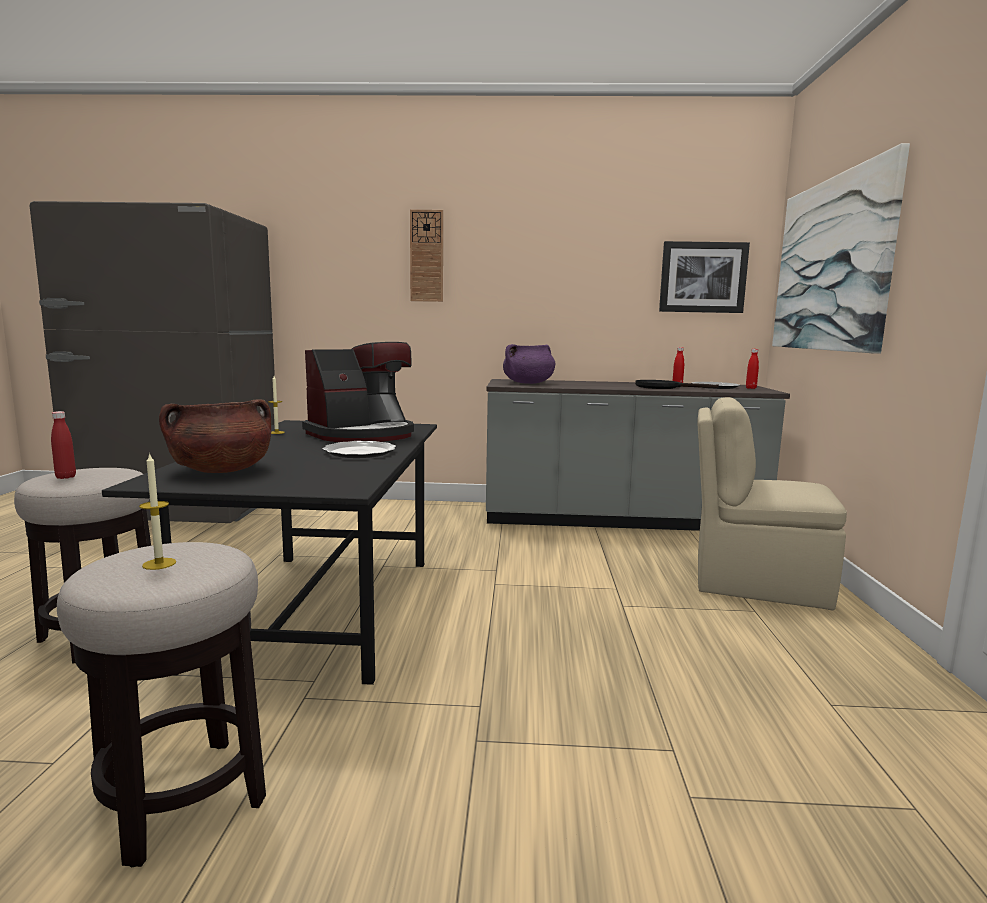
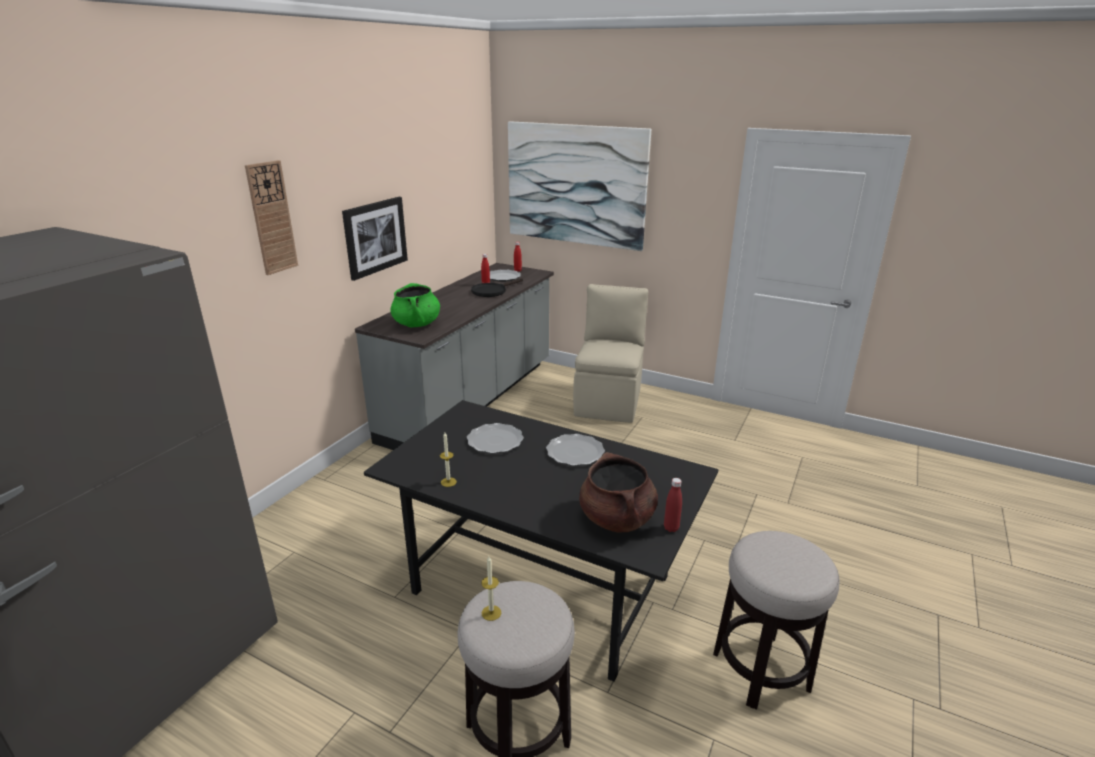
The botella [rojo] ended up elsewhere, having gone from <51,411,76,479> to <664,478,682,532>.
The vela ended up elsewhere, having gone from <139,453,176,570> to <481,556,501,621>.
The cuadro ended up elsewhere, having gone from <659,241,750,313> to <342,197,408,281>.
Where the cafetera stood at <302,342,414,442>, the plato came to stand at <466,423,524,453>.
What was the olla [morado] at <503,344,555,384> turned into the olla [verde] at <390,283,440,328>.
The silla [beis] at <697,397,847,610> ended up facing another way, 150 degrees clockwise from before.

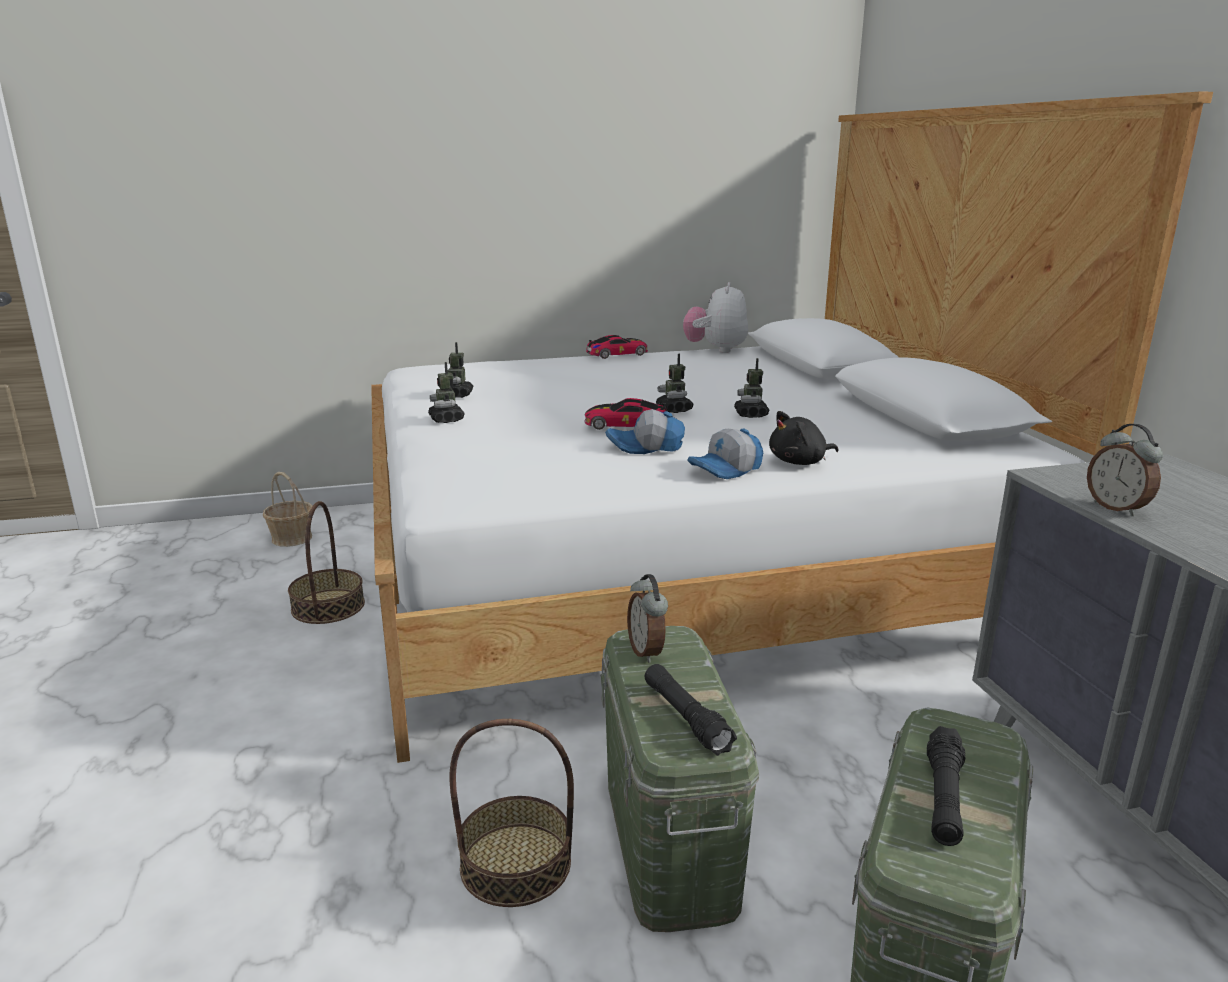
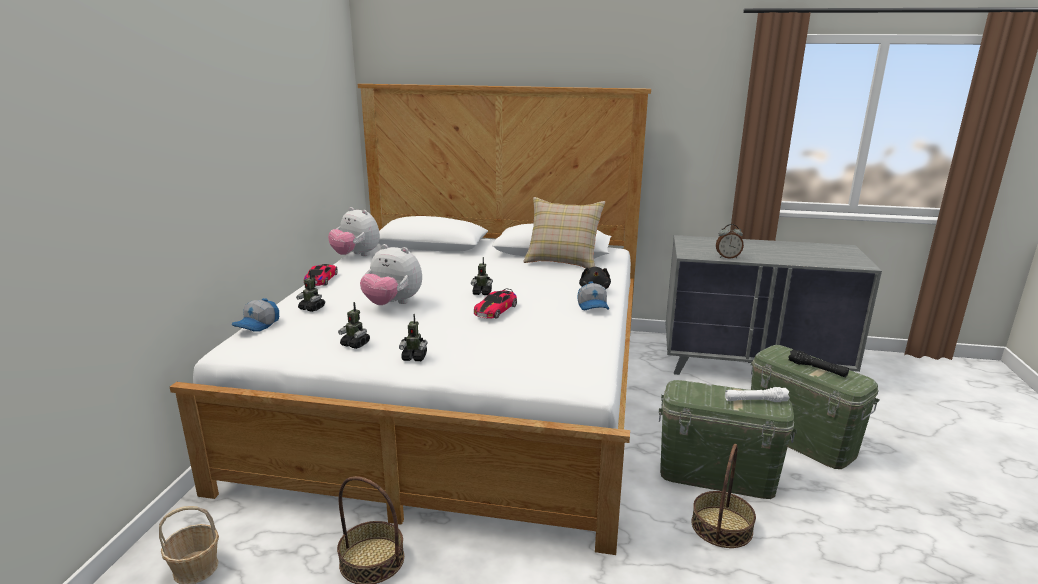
The second view lost the despertador at <627,574,668,663>.
The second view gained the peluche at <360,244,422,305>.
The second view gained the cojín [beis] at <523,197,605,268>.
The gorra ended up elsewhere, having gone from <605,409,685,454> to <232,298,279,332>.
The robot de juguete ended up elsewhere, having gone from <734,358,769,418> to <296,271,325,312>.
What was the linterna [negro] at <645,664,737,756> turned into the linterna [blanco] at <725,387,790,402>.

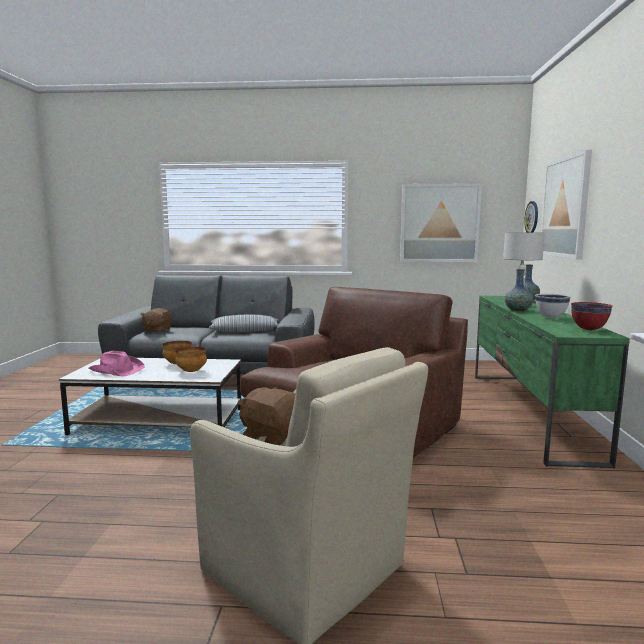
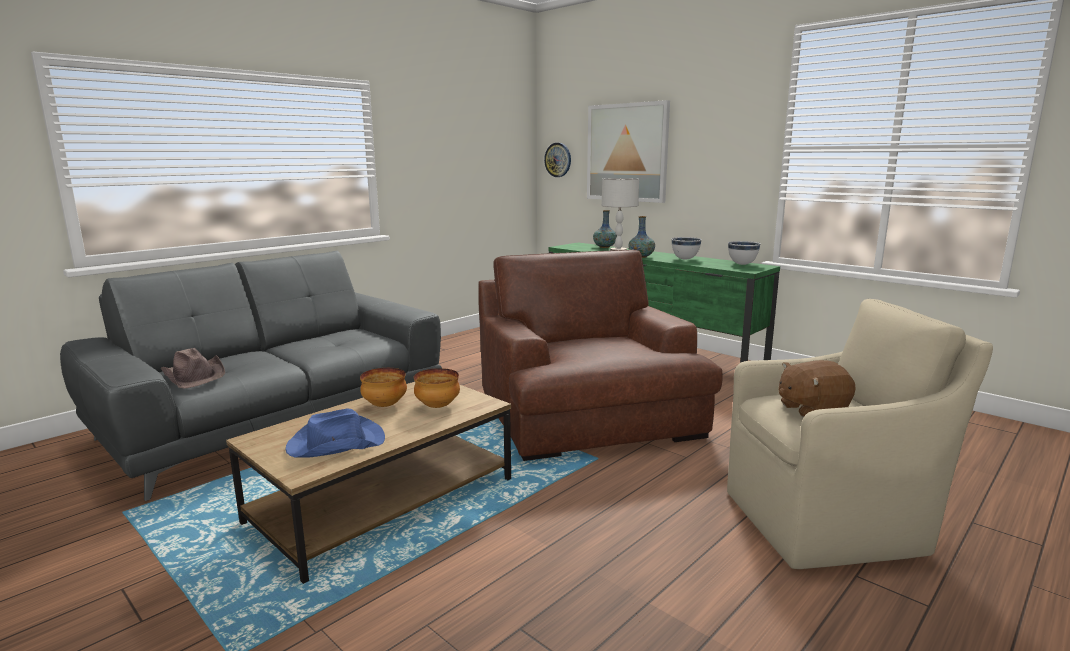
The second view lost the cojín at <209,315,279,332>.
The second view lost the cuadro at <400,183,482,262>.
Where the peluche [marrón] stood at <140,308,171,333>, the sombrero [marrón] came to stand at <161,348,226,389>.
What was the mesa de centro [blanco] at <59,358,241,435> turned into the mesa de centro [marrón] at <226,382,511,584>.
What was the sombrero [rosa] at <88,351,145,376> turned into the sombrero [azul] at <285,409,385,457>.
What was the cuenco [rojo] at <571,302,612,330> turned into the cuenco [blanco] at <728,241,761,265>.

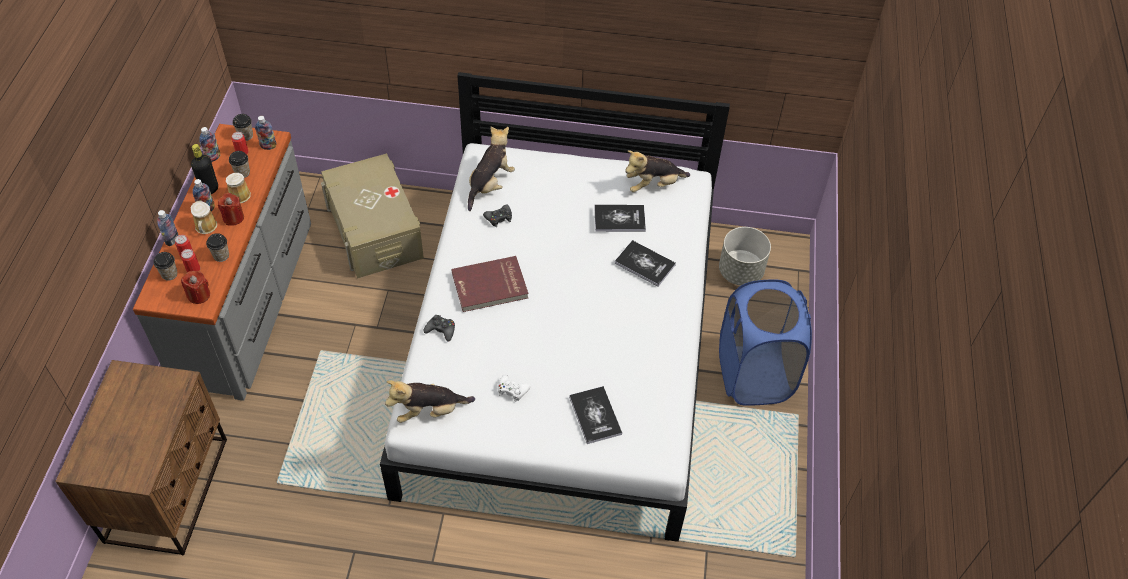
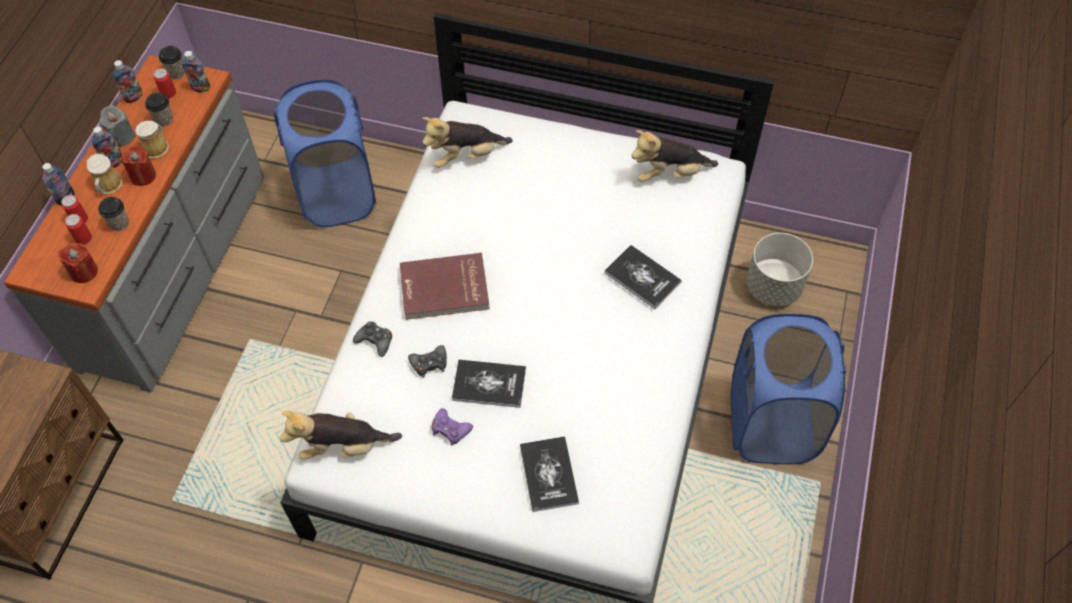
The second view lost the taza at <153,252,177,281>.
The mando de consola [negro] ended up elsewhere, having gone from <483,205,512,227> to <408,345,447,378>.
The libro ended up elsewhere, having gone from <594,205,646,232> to <452,360,526,408>.
Where the botella [negro] stood at <191,144,218,194>, the vela [gris] came to stand at <99,105,136,147>.
Where the caja de almacenaje [beis] stood at <321,153,424,279>, the cesto de la ropa [azul] came to stand at <274,79,376,227>.
What was the mando de consola [blanco] at <498,375,531,402> turned into the mando de consola [morado] at <431,408,473,446>.
The peluche at <468,127,515,211> ended up facing another way, 150 degrees counterclockwise from before.

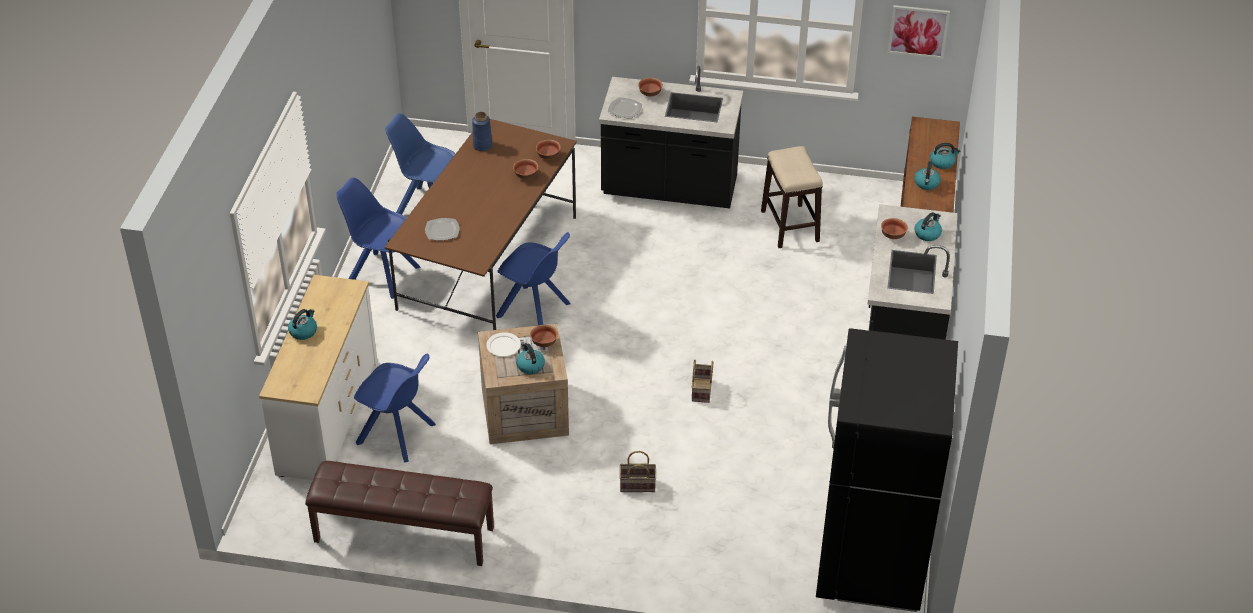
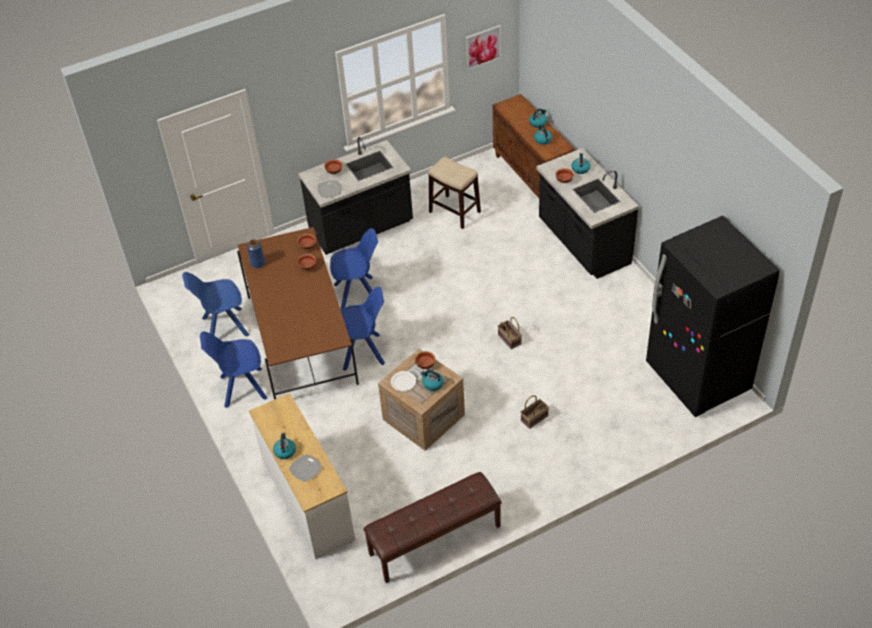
The silla [azul] ended up elsewhere, having gone from <354,354,436,463> to <330,228,378,309>.
The plato ended up elsewhere, having gone from <425,218,460,240> to <289,454,322,482>.

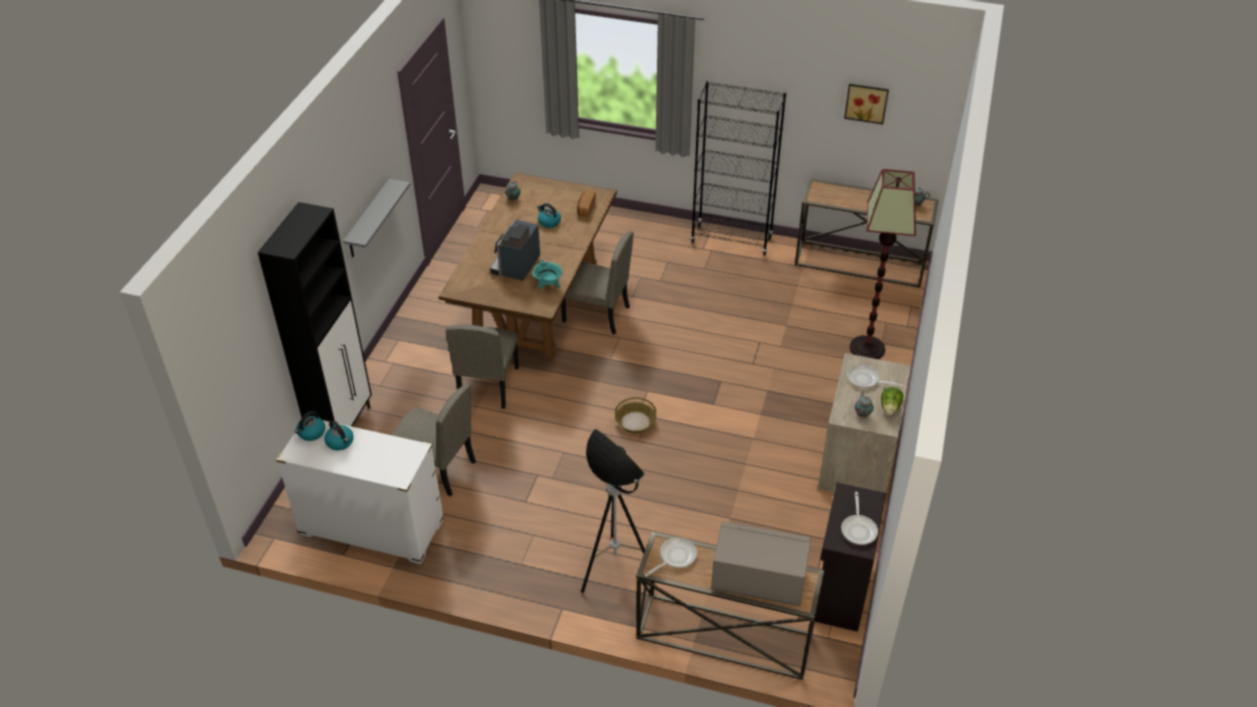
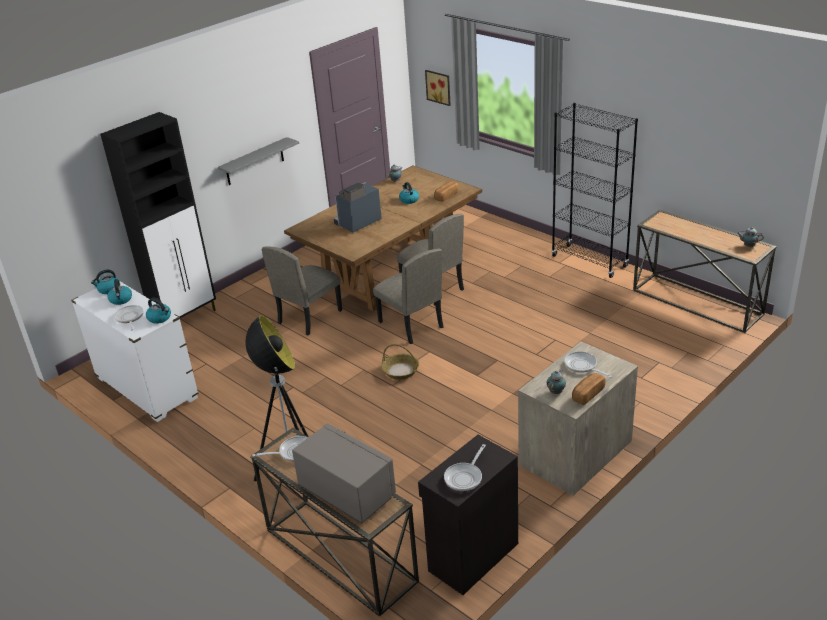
The second view lost the olla [turquesa] at <532,259,563,288>.
The second view lost the lámpara de pie at <850,169,916,359>.
The second view gained the sartén at <114,305,144,331>.
The second view gained the hervidor at <146,298,171,324>.
The silla [beis] ended up elsewhere, having gone from <391,384,476,496> to <373,249,444,344>.
The cuadro ended up elsewhere, having gone from <844,84,889,125> to <425,70,451,106>.
Where the lechuga stood at <881,387,904,415>, the pan came to stand at <572,373,606,405>.

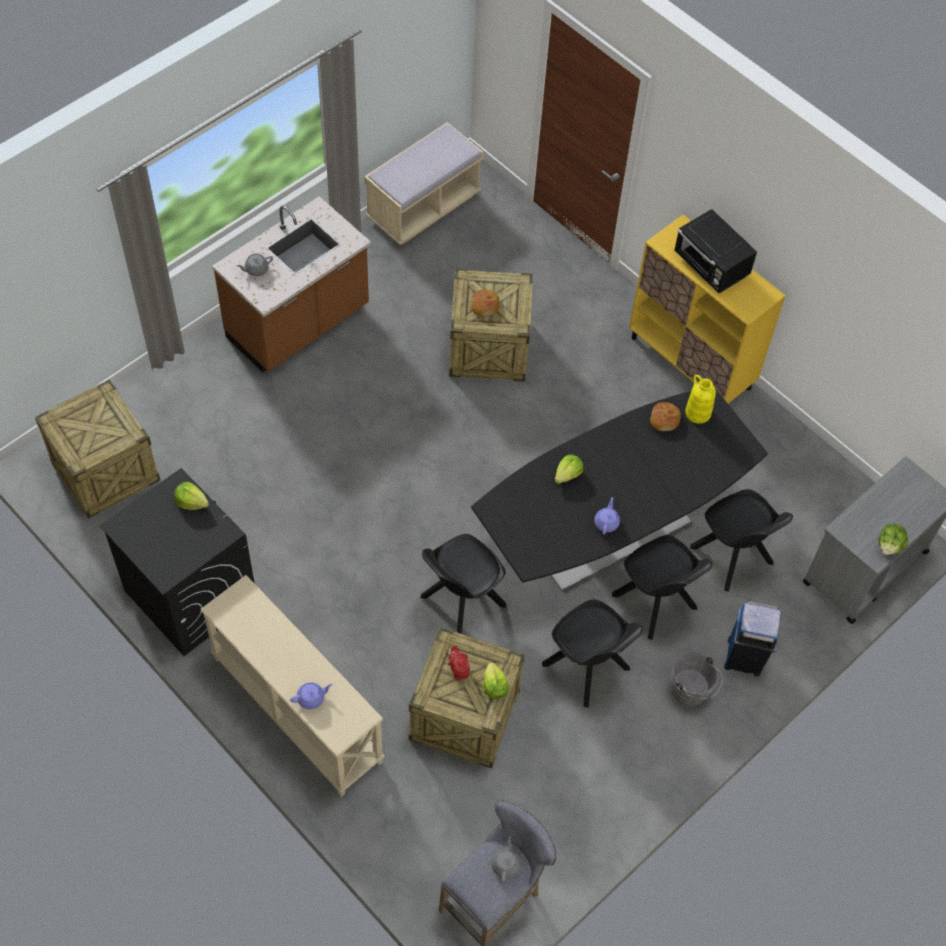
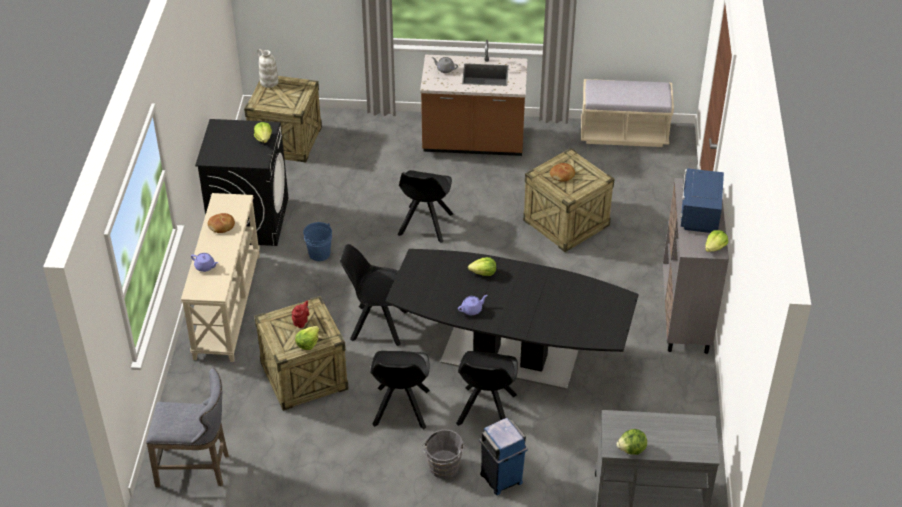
The second view lost the tetera [gris] at <491,836,520,883>.
The second view lost the florero [amarillo] at <685,375,716,424>.
The second view gained the florero [blanco] at <257,49,279,88>.
The second view gained the cubo [azul] at <303,222,332,261>.
The second view gained the lechuga at <705,230,728,252>.
The pan ended up elsewhere, having gone from <650,402,681,431> to <208,213,235,233>.
The silla [negro] ended up elsewhere, having gone from <690,489,793,592> to <398,170,453,243>.
What was the armario [amarillo] at <629,215,786,404> turned into the armario [gris] at <663,178,729,354>.
What was the microondas [negro] at <674,209,757,293> turned into the microondas [azul] at <680,168,724,233>.

